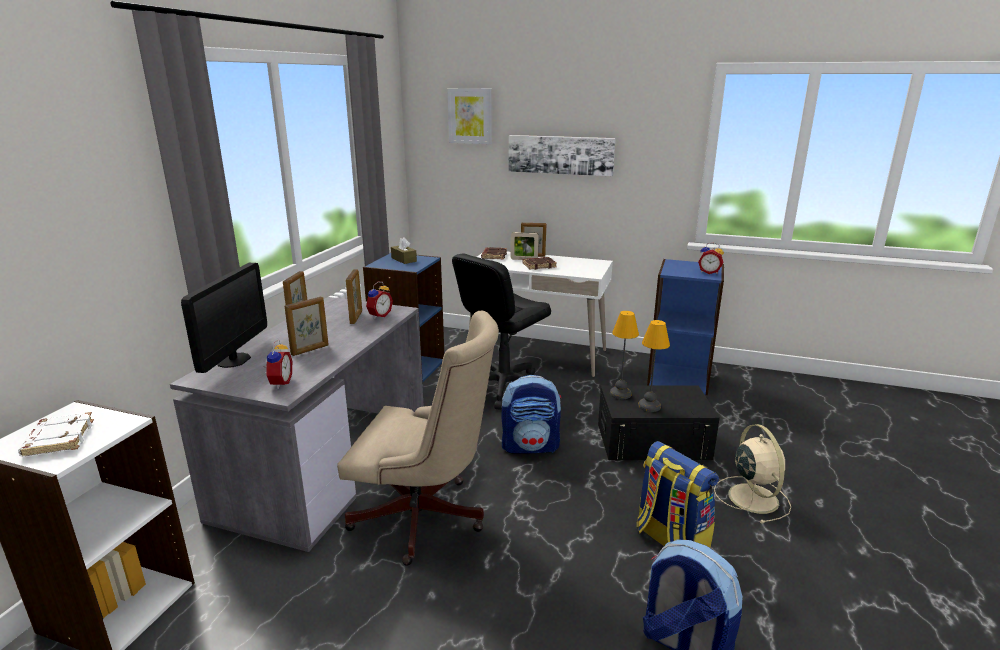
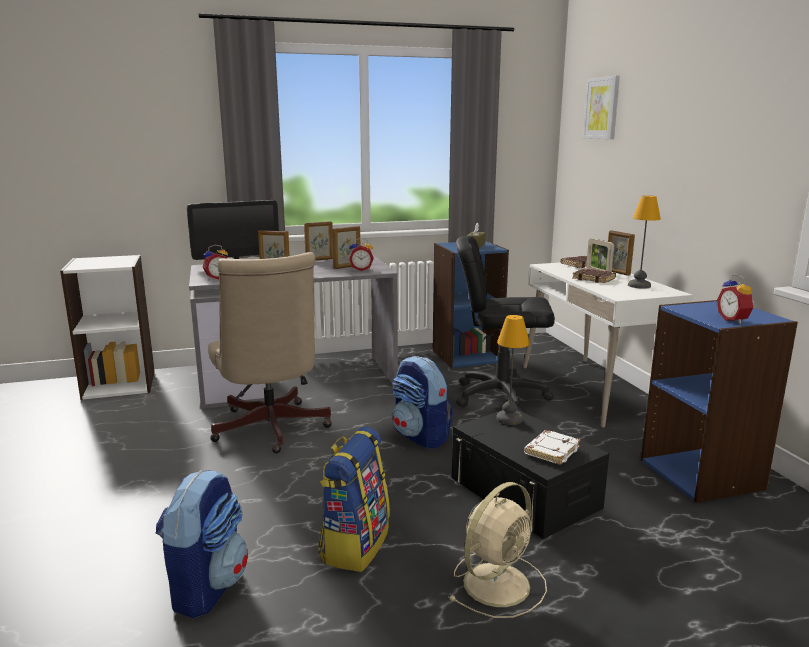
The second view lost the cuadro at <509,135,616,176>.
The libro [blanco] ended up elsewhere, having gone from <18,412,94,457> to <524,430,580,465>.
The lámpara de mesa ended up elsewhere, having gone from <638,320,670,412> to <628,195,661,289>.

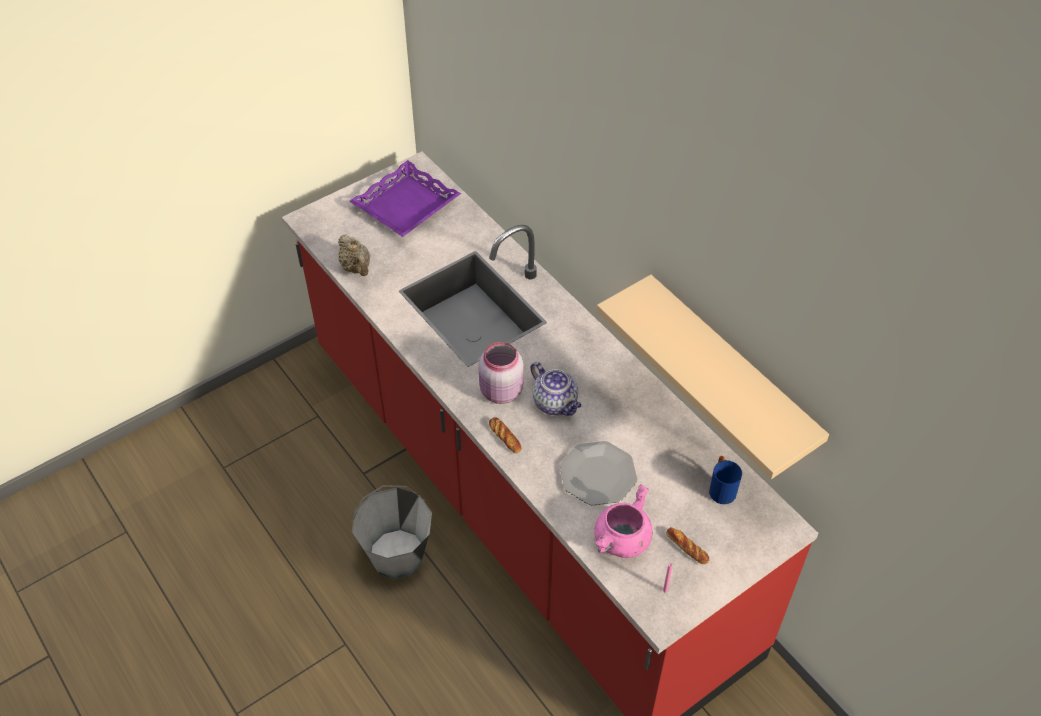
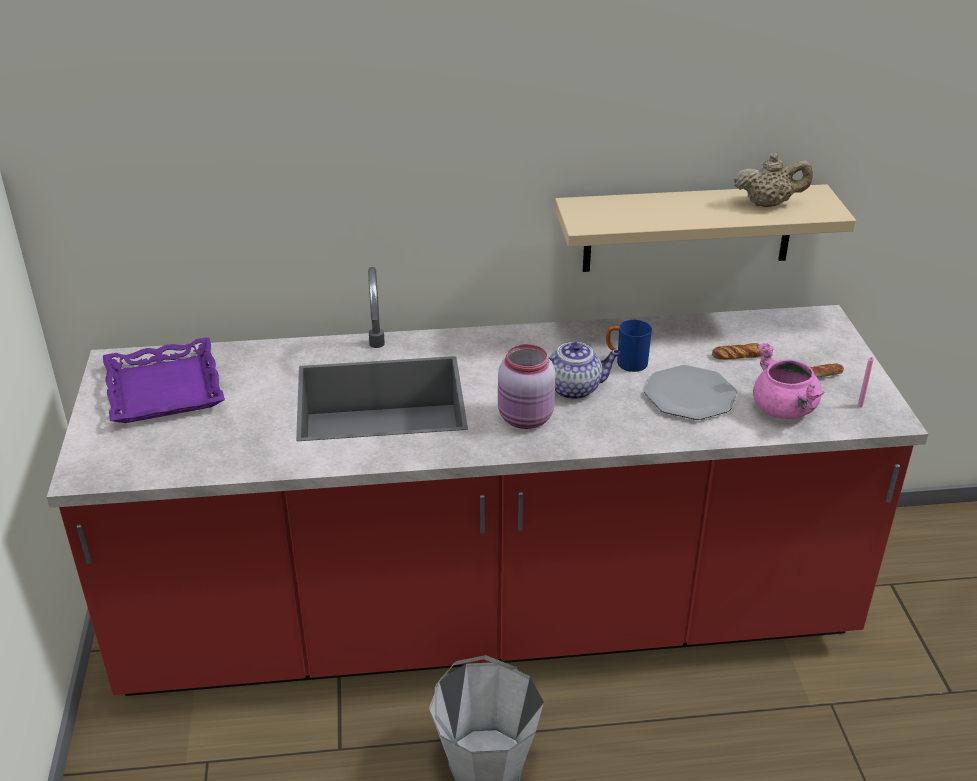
The tetera [beis] ended up elsewhere, having gone from <338,235,370,276> to <734,153,813,207>.
The pan ended up elsewhere, having gone from <489,417,522,453> to <712,343,762,360>.
The taza grande [azul] ended up elsewhere, having gone from <709,456,742,504> to <606,320,652,372>.

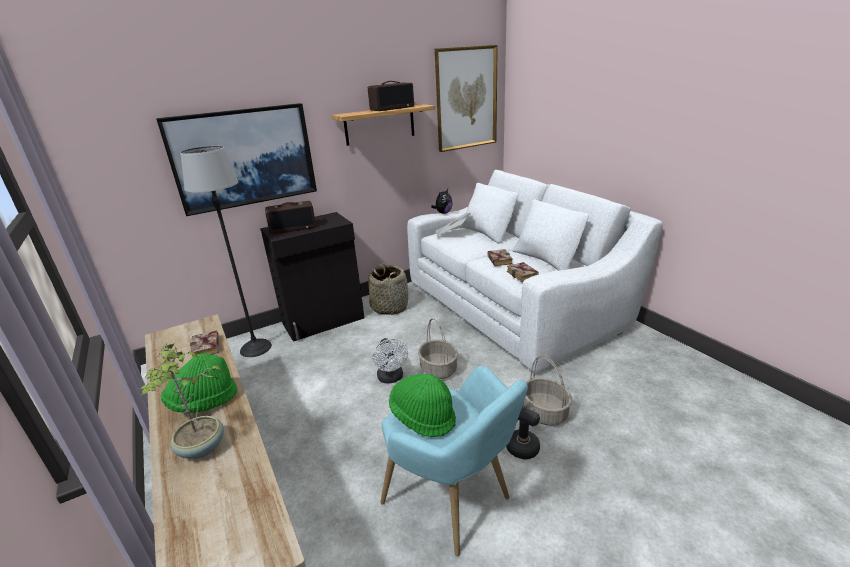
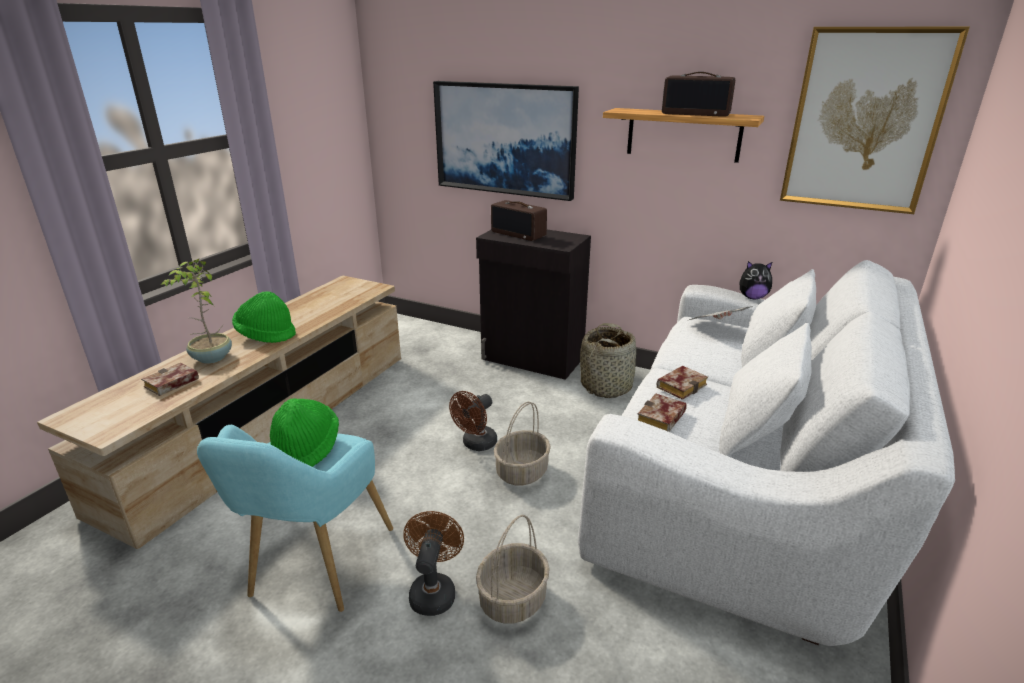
The second view lost the lámpara de pie at <180,146,272,357>.
The libro ended up elsewhere, having gone from <190,330,219,358> to <141,363,199,396>.
What was the ventilador [blanco] at <373,338,408,384> turned into the ventilador [marrón] at <449,391,497,451>.

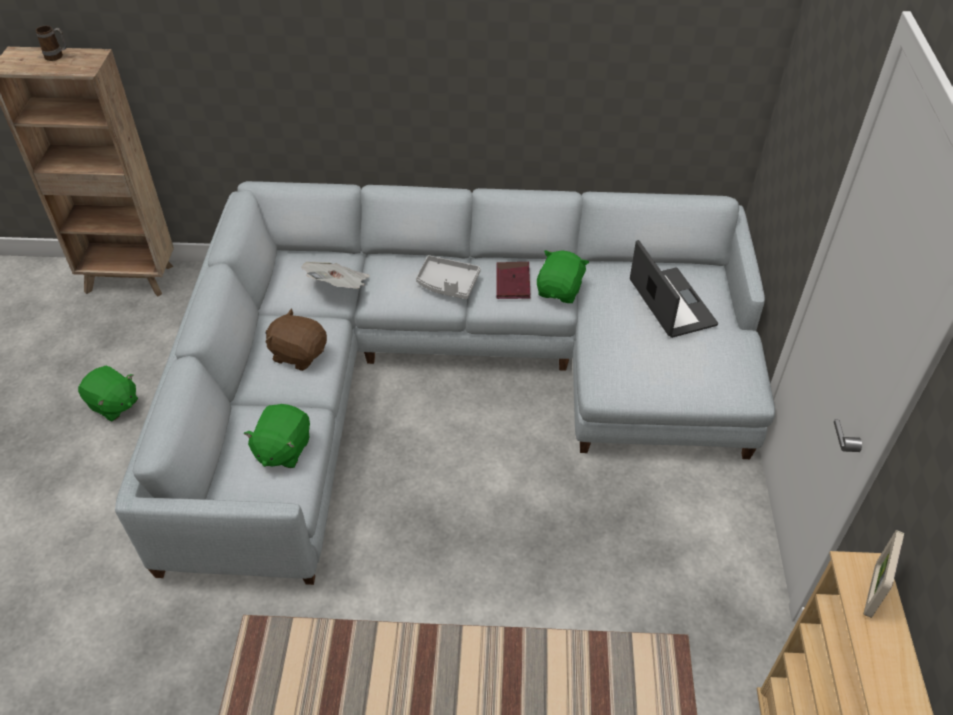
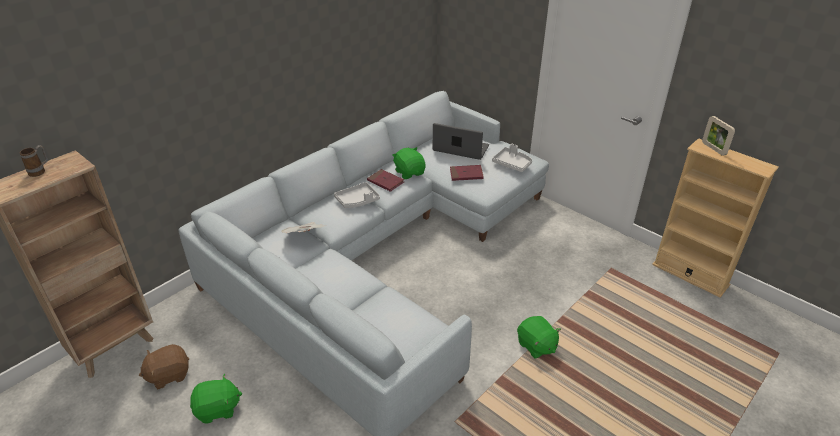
The second view gained the libro [rojo] at <450,165,484,181>.
The second view gained the bandeja [gris] at <492,144,532,172>.
The peluche [verde] ended up elsewhere, having gone from <244,404,310,468> to <517,316,561,359>.
The peluche [marrón] ended up elsewhere, having gone from <265,309,327,371> to <139,344,189,389>.

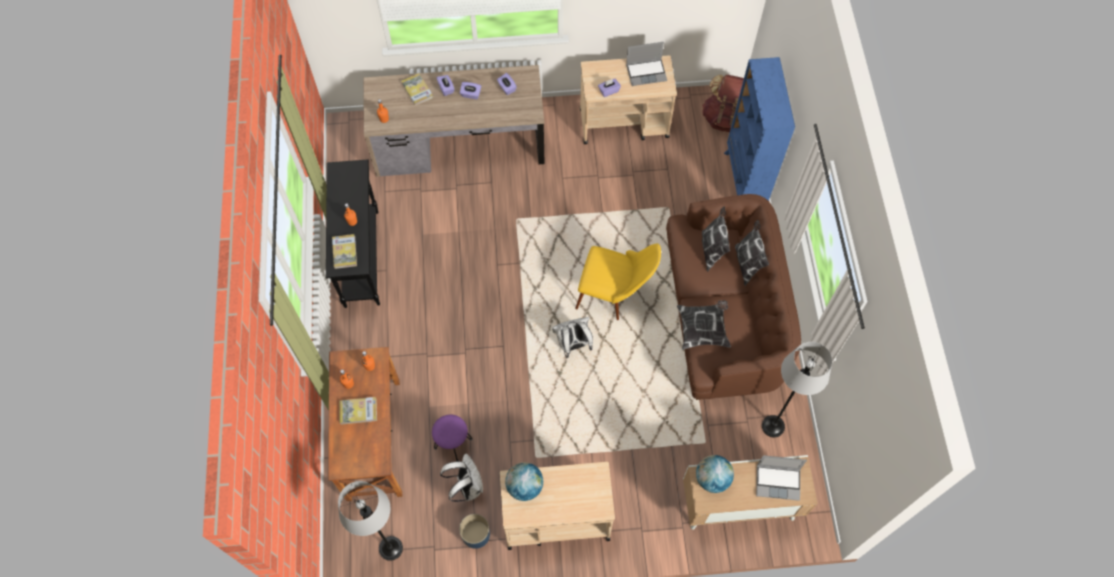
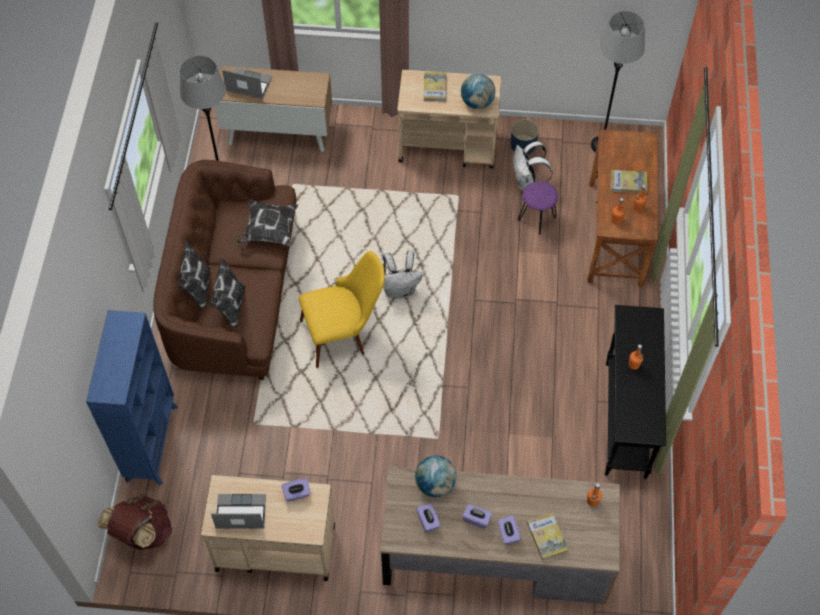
The libro ended up elsewhere, having gone from <332,234,357,269> to <423,72,447,102>.
The globo terráqueo ended up elsewhere, having gone from <696,455,734,493> to <415,456,457,497>.
The silla [amarillo] at <575,243,661,320> ended up facing another way, 135 degrees clockwise from before.

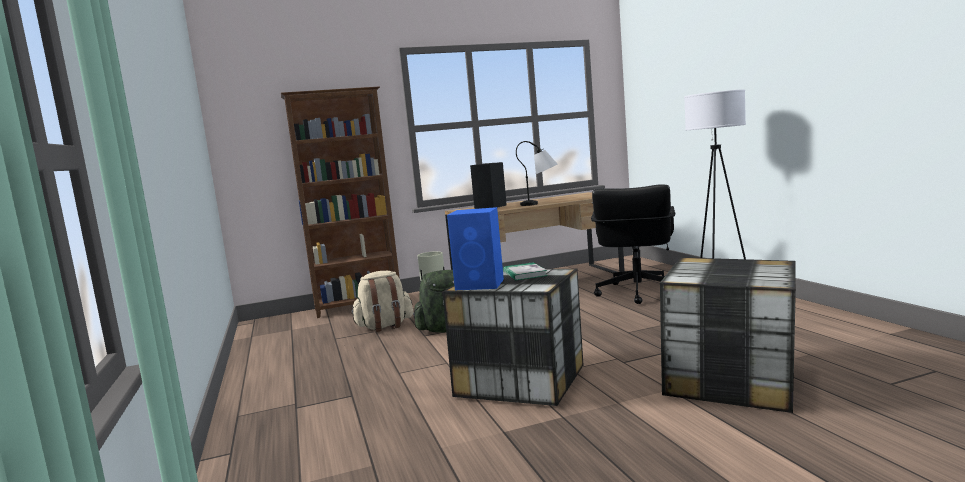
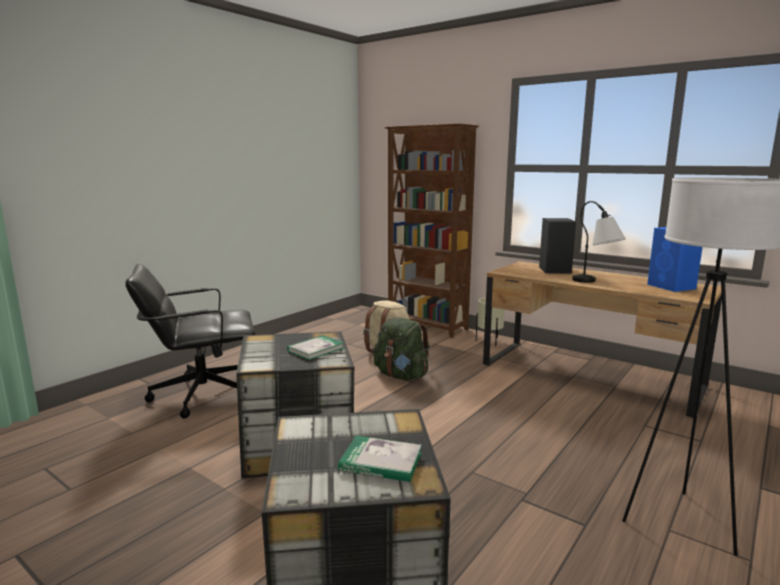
The second view gained the libro at <338,436,422,482>.
The altavoz [azul] ended up elsewhere, having gone from <447,207,504,290> to <647,227,703,292>.
The silla de oficina [negro] ended up elsewhere, having gone from <591,184,675,304> to <125,264,255,419>.

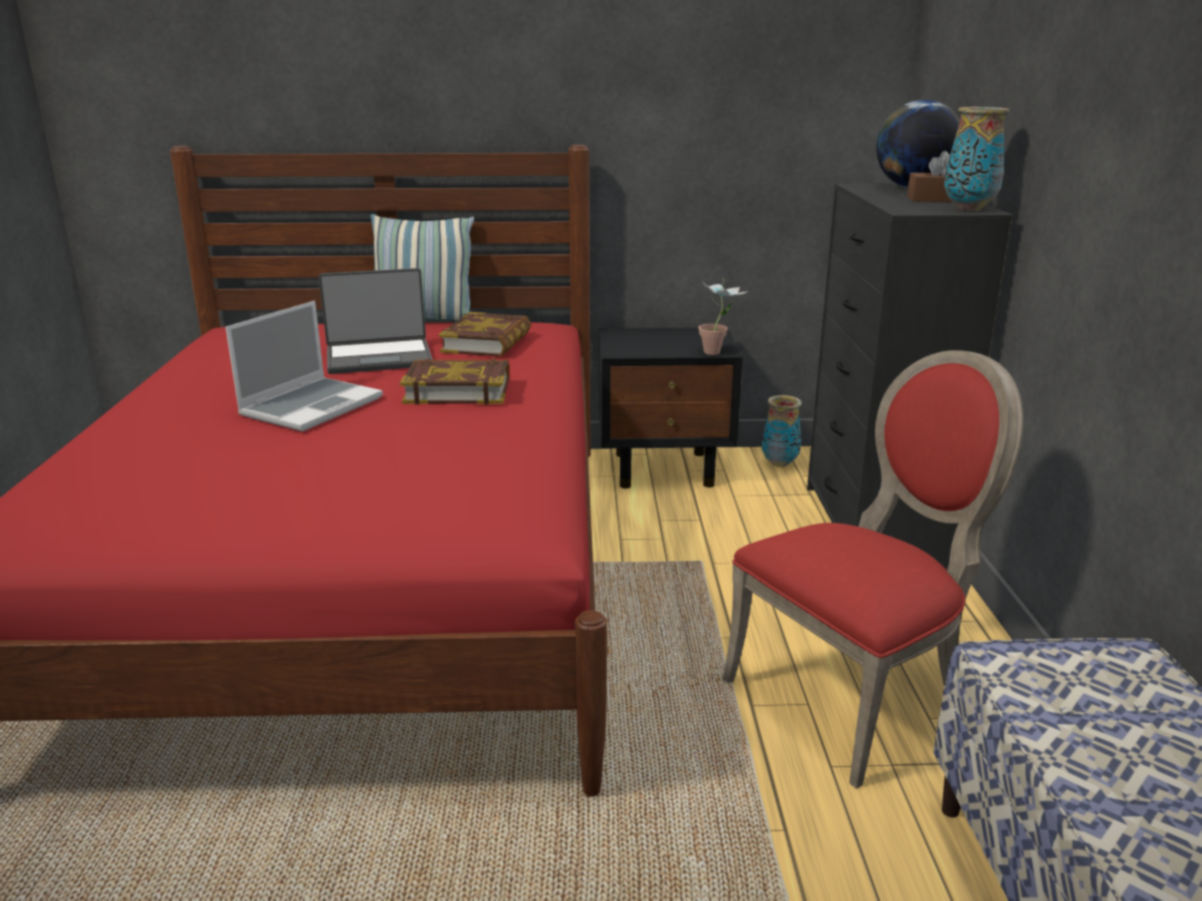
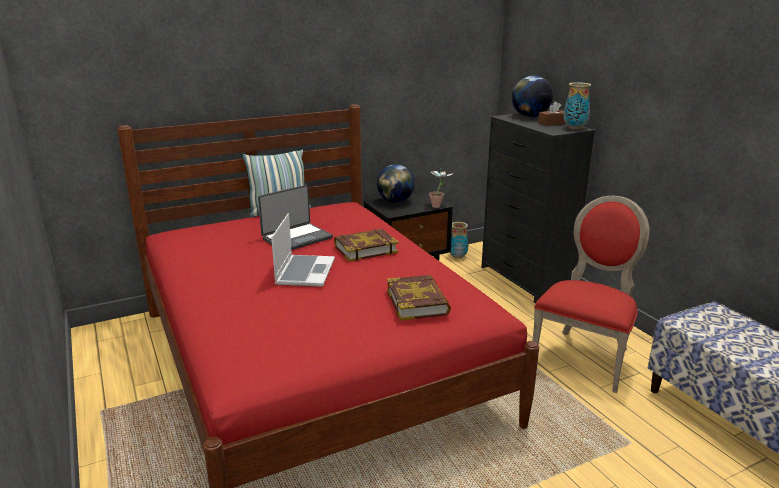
The second view gained the globo terráqueo at <377,164,415,203>.
The libro ended up elsewhere, having gone from <439,312,531,357> to <387,275,451,321>.

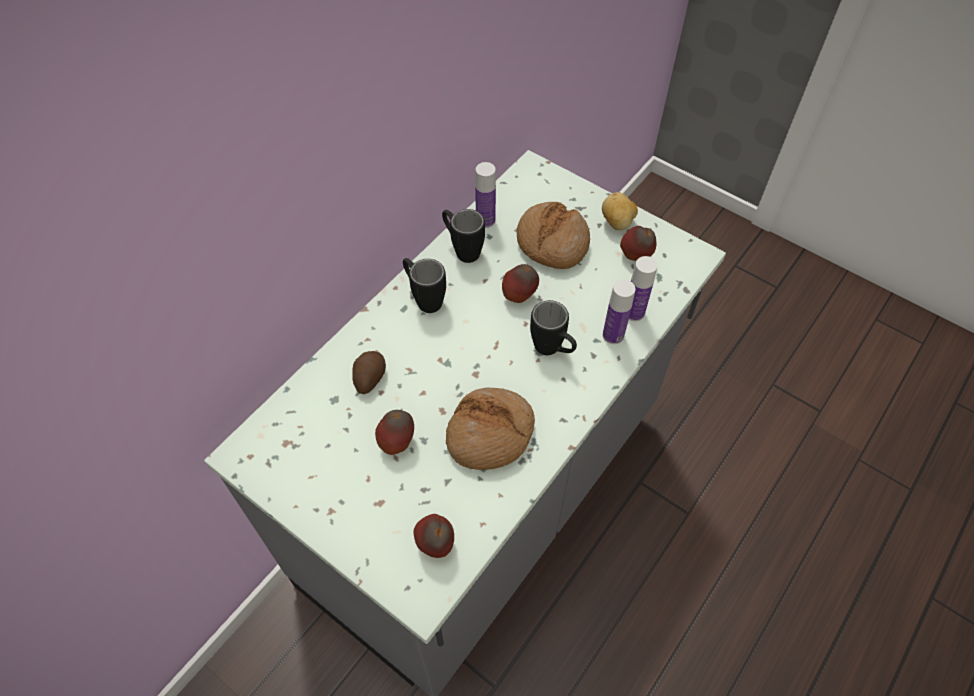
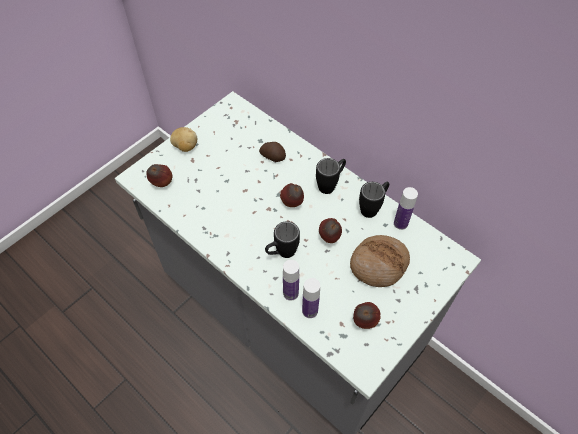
The second view lost the pan at <446,387,535,470>.
The manzana ended up elsewhere, having gone from <375,410,414,455> to <280,183,304,207>.
The patata ended up elsewhere, having gone from <602,192,638,230> to <170,127,197,152>.

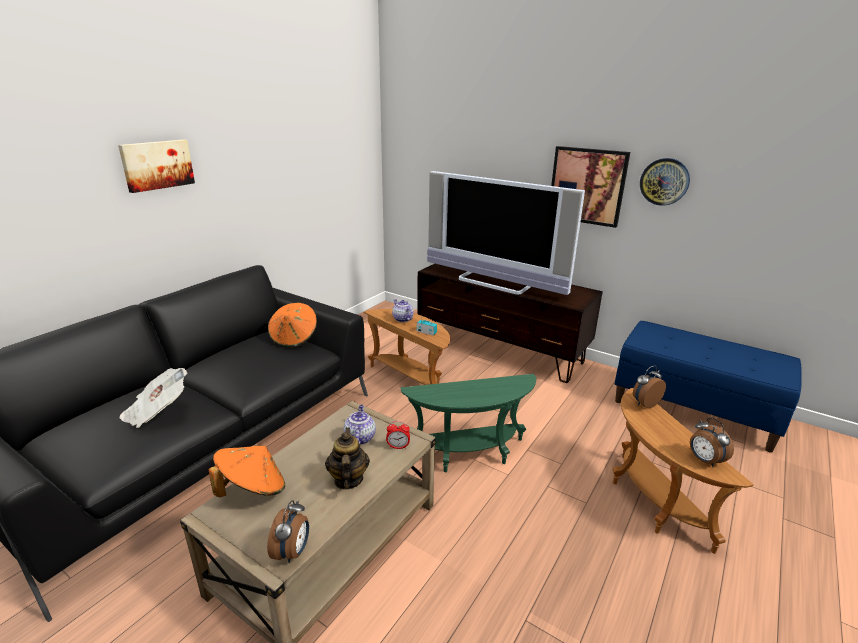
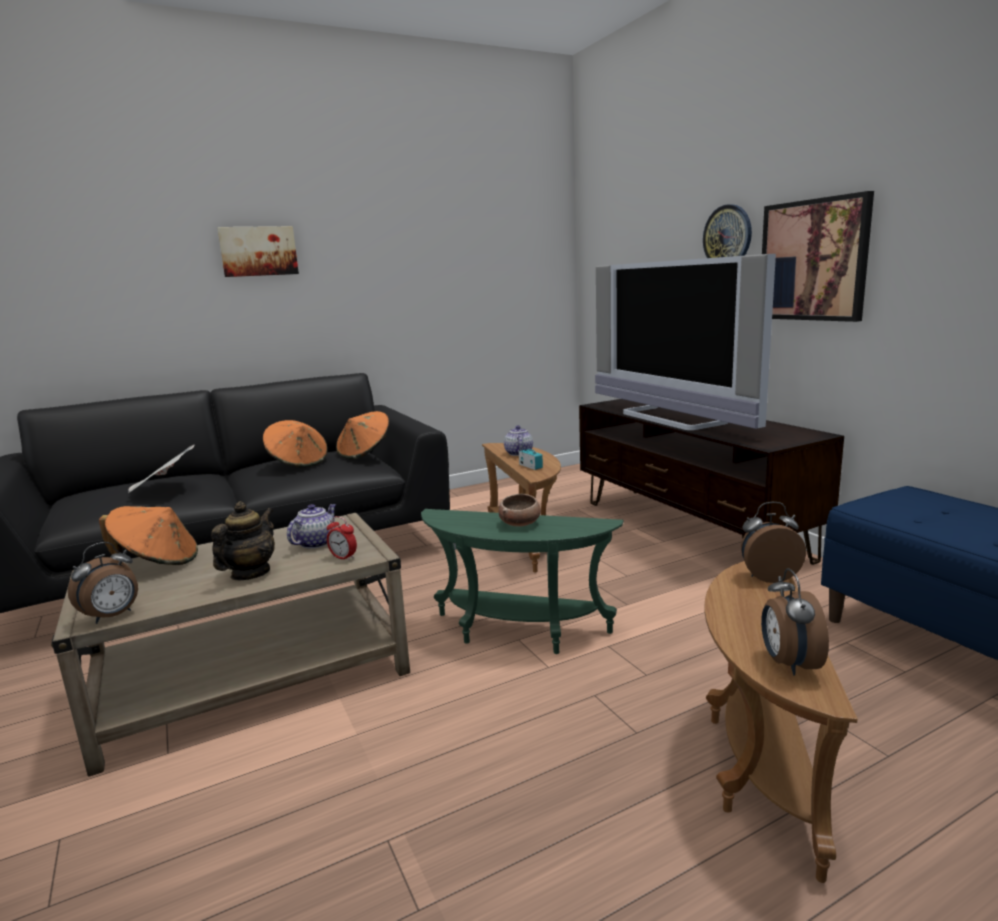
The second view gained the sombrero [naranja] at <263,420,327,467>.
The second view gained the cuenco at <499,494,541,527>.
The reloj de pared ended up elsewhere, having gone from <640,158,690,206> to <703,204,752,258>.

